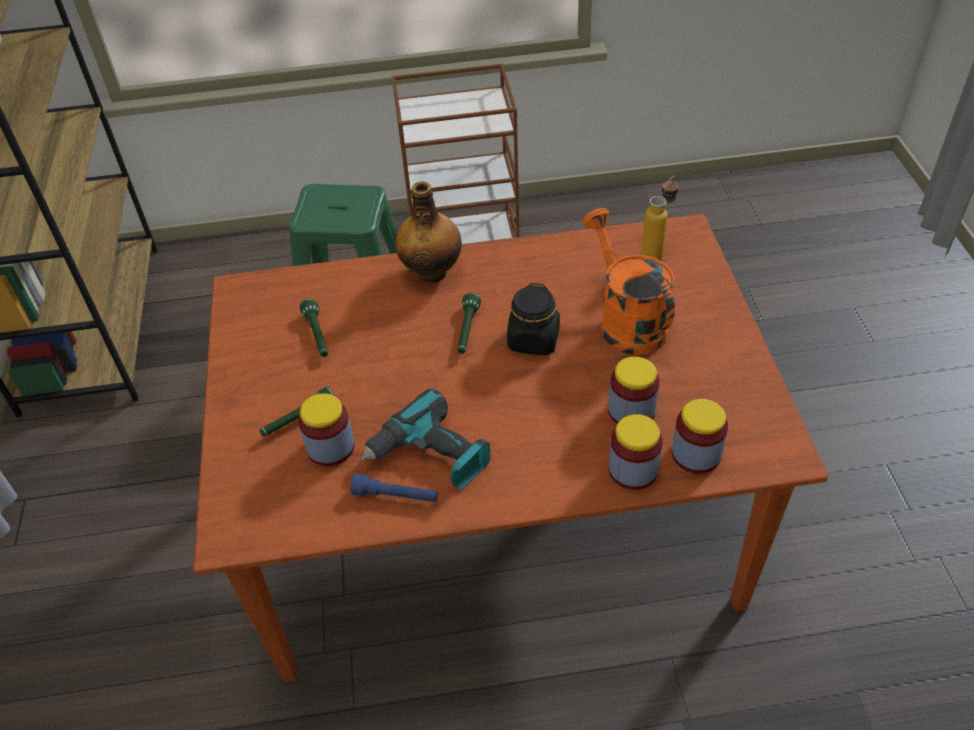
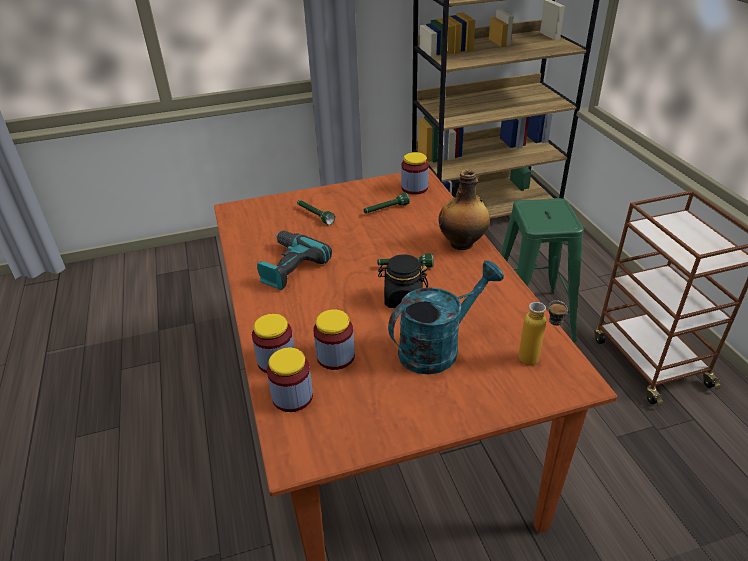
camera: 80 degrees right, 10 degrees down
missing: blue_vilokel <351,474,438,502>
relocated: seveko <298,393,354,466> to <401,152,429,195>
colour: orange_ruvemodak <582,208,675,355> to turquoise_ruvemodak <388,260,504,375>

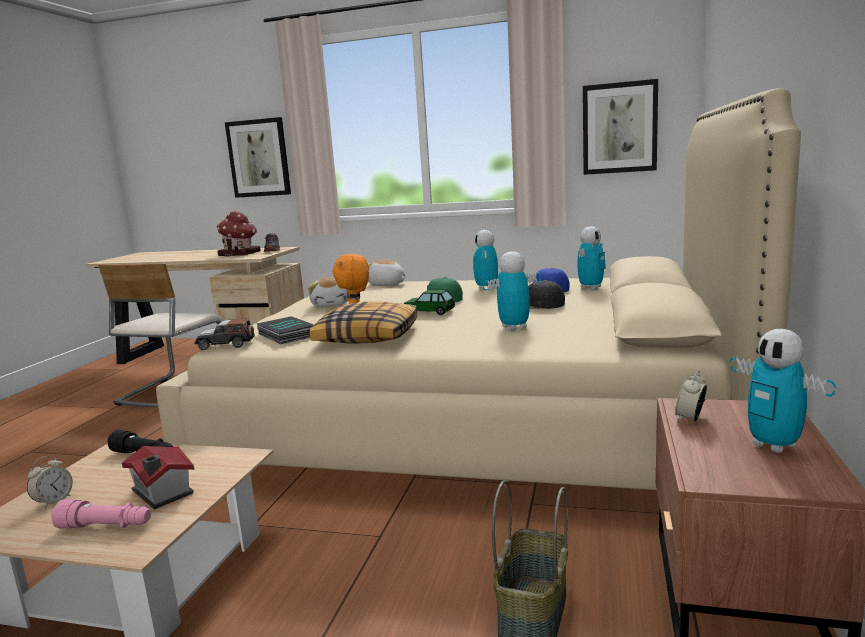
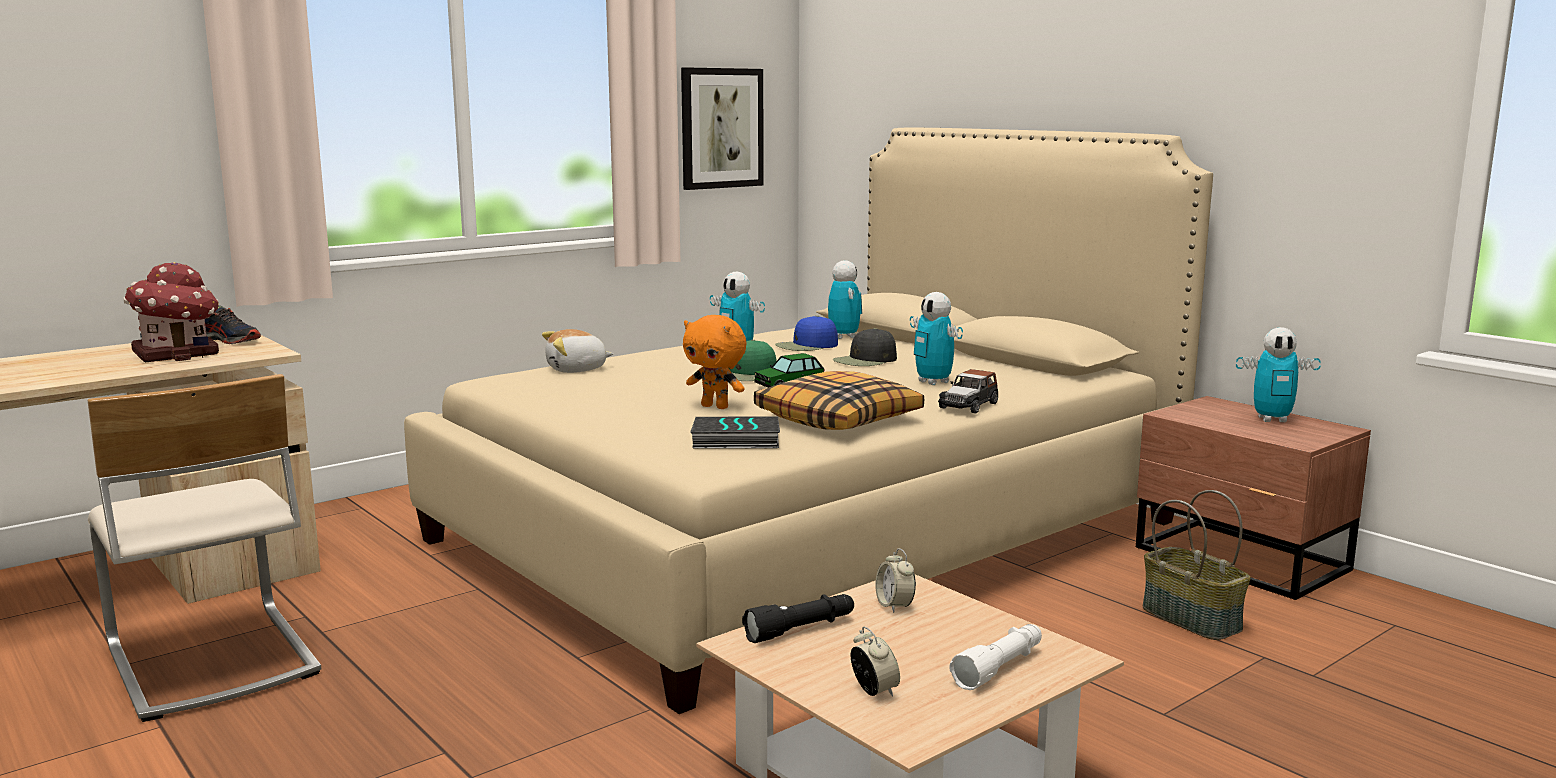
camera: 55 degrees left, 0 degrees up
missing: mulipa <122,446,195,509>; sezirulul <225,117,291,198>; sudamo <308,277,348,307>
relocated: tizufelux <675,371,707,422> to <875,548,916,613>; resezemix <194,319,254,350> to <938,369,998,414>
colour: pink_vilokel <51,499,151,528> to white_vilokel <949,624,1042,690>
spun: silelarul <483,251,541,330> = <910,292,963,385> 45 degrees counterclockwise

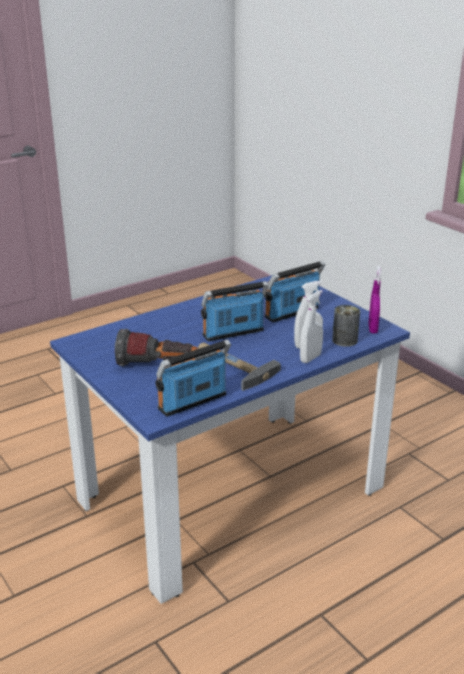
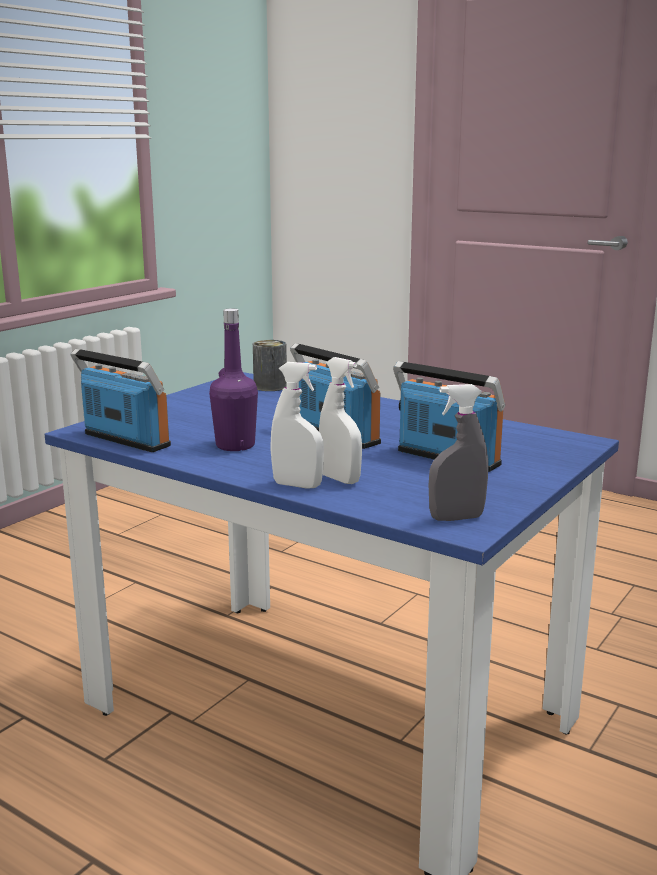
camera: 70 degrees right, 10 degrees down
missing: vilokel <115,329,198,366>
relocated: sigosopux <332,305,360,347> to <253,340,287,391>
exchanged: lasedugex <198,342,281,391> to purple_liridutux <209,308,258,451>
colour: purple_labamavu <368,266,381,333> to grey_labamavu <429,384,488,521>

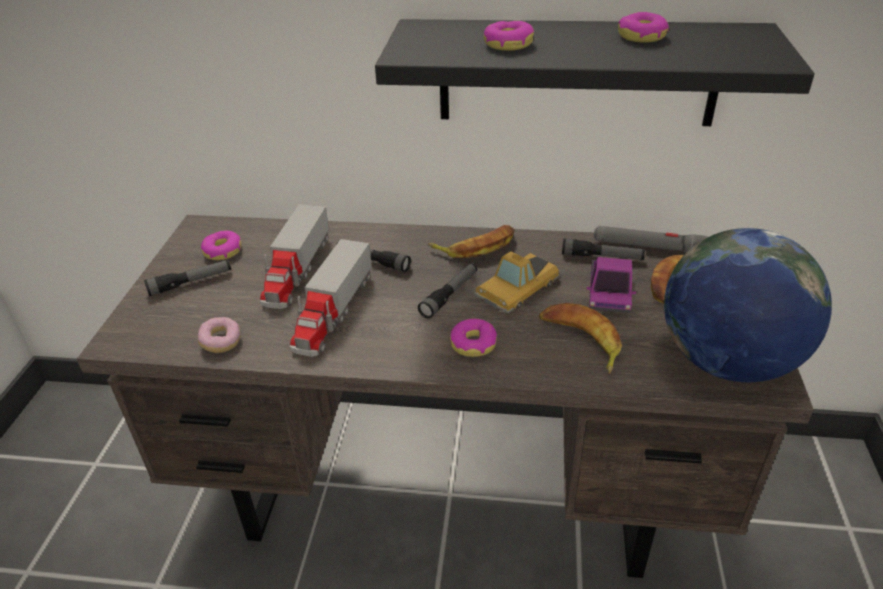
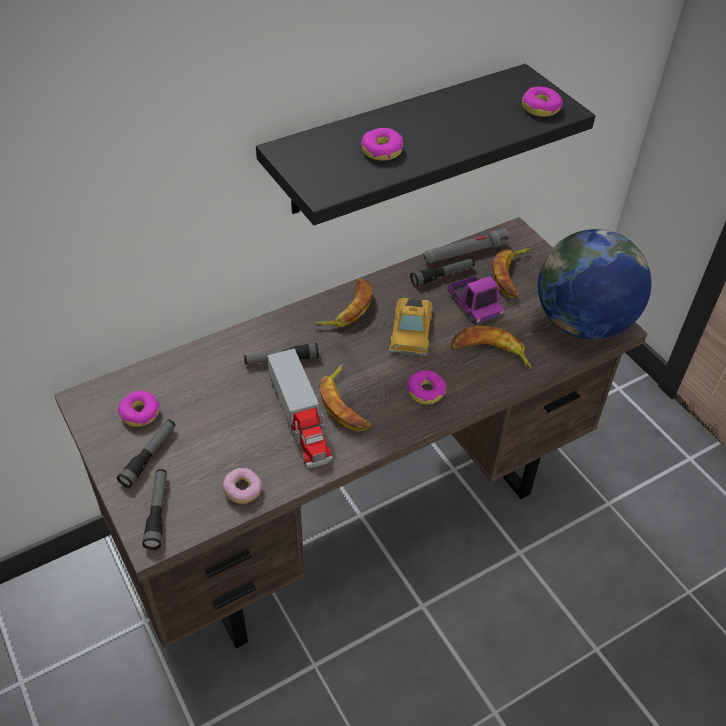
camera: 40 degrees left, 10 degrees up
missing: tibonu <260,204,329,309>
appeared: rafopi <320,364,371,431>
relocated: vilokel <418,263,477,318> to <142,469,167,550>; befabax <618,12,669,43> to <522,86,563,117>

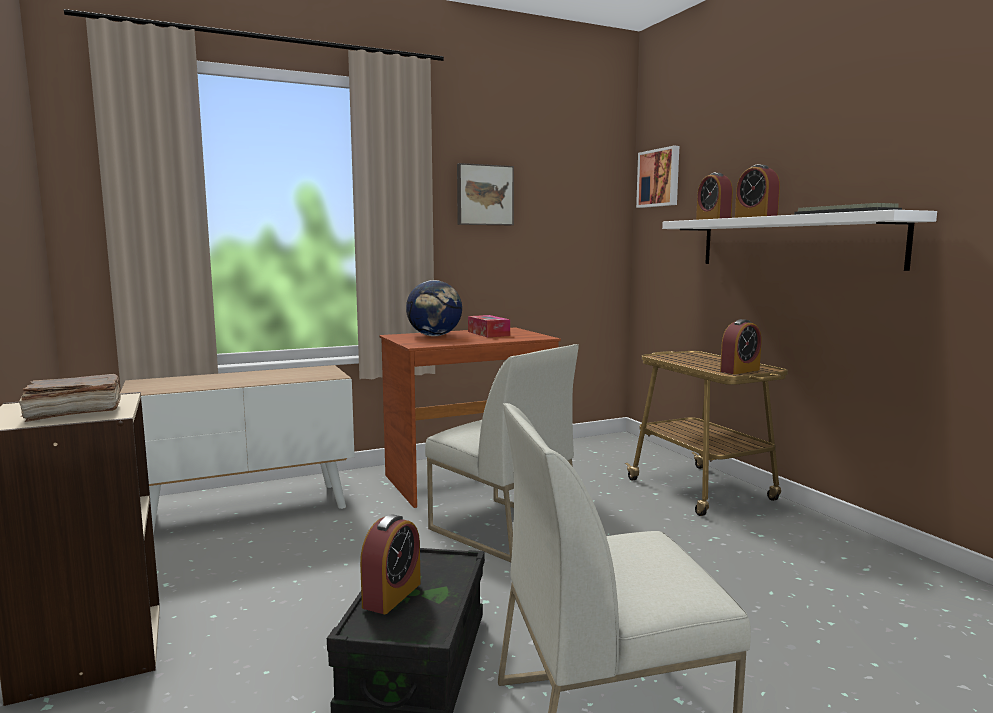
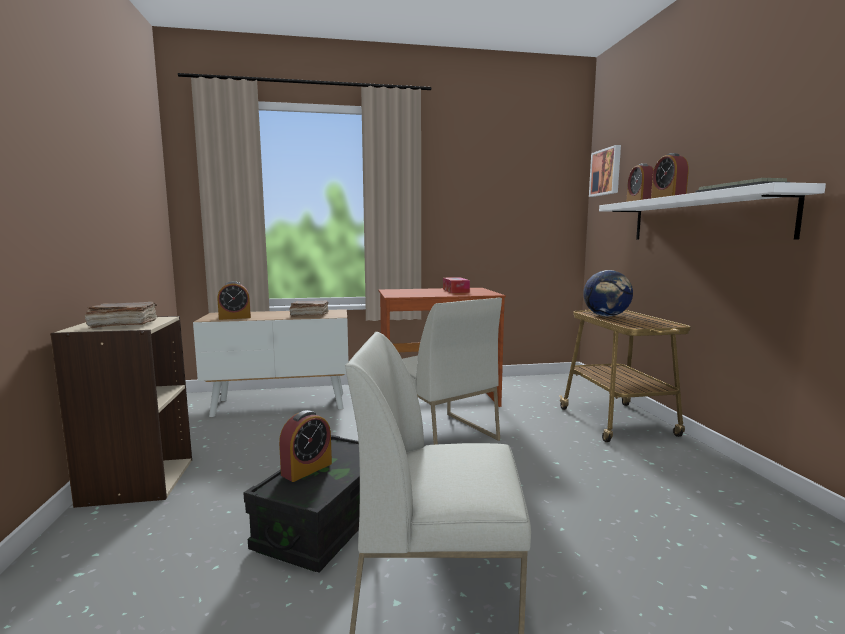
camera: 15 degrees right, 0 degrees up
missing: sezirulul <457,163,514,225>
appeared: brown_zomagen <289,301,329,317>
relocated: tizufelux <720,319,761,374> to <217,281,251,320>; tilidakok <406,280,462,336> to <583,270,633,317>

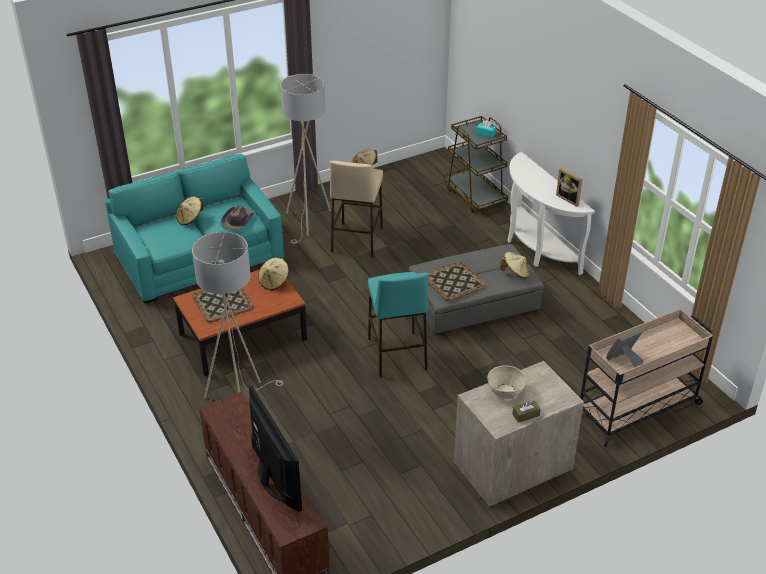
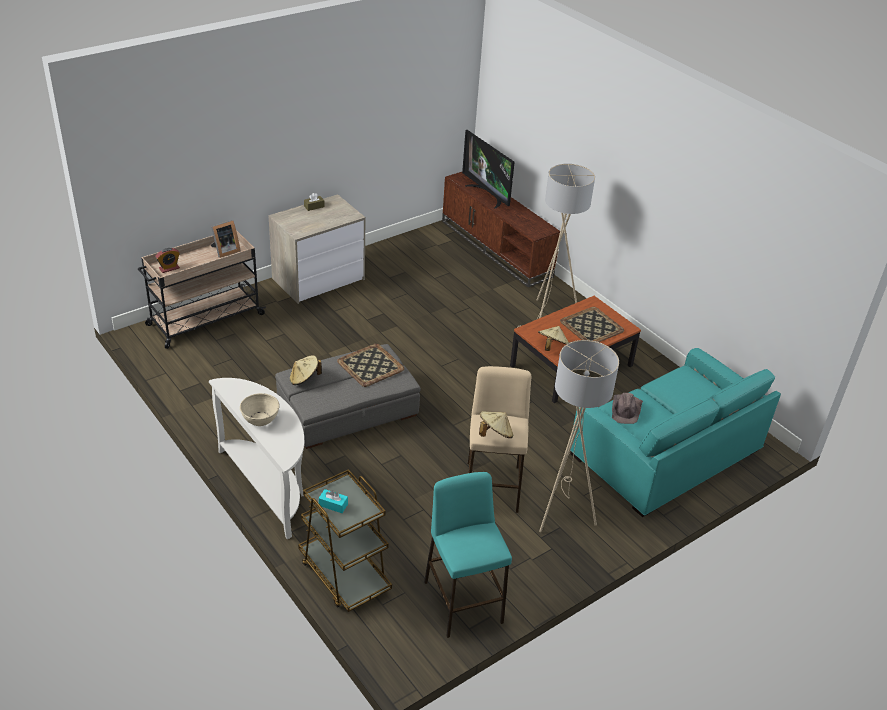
camera: 170 degrees right, 0 degrees up
missing: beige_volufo <176,197,204,226>; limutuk <556,168,583,207>
appeared: tizufelux <155,248,180,273>
relocated: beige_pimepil <487,365,527,399> to <240,393,280,426>; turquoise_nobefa <368,272,429,377> to <424,472,512,638>

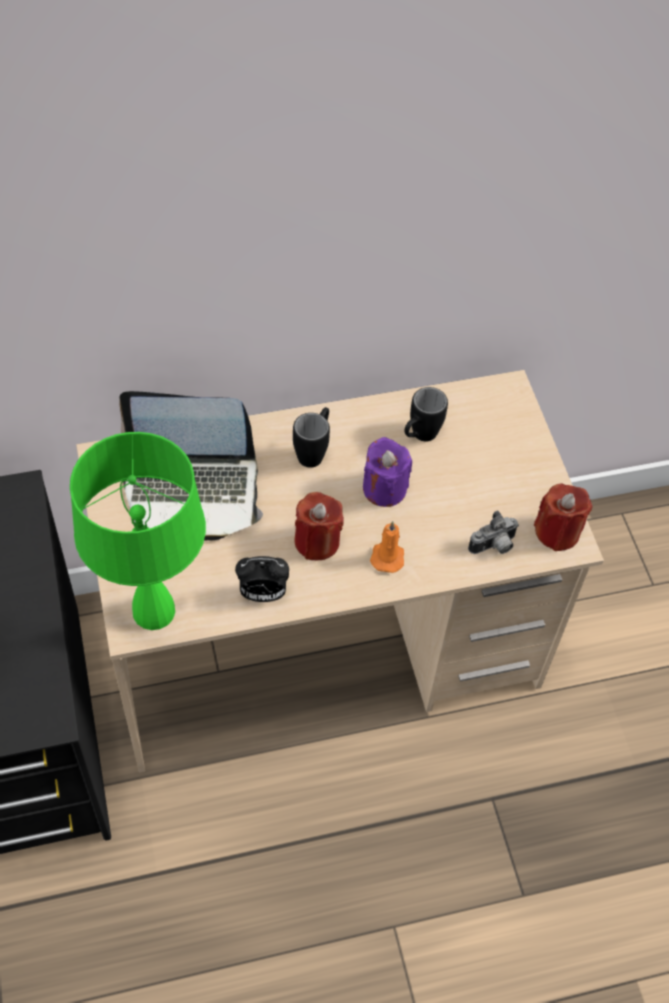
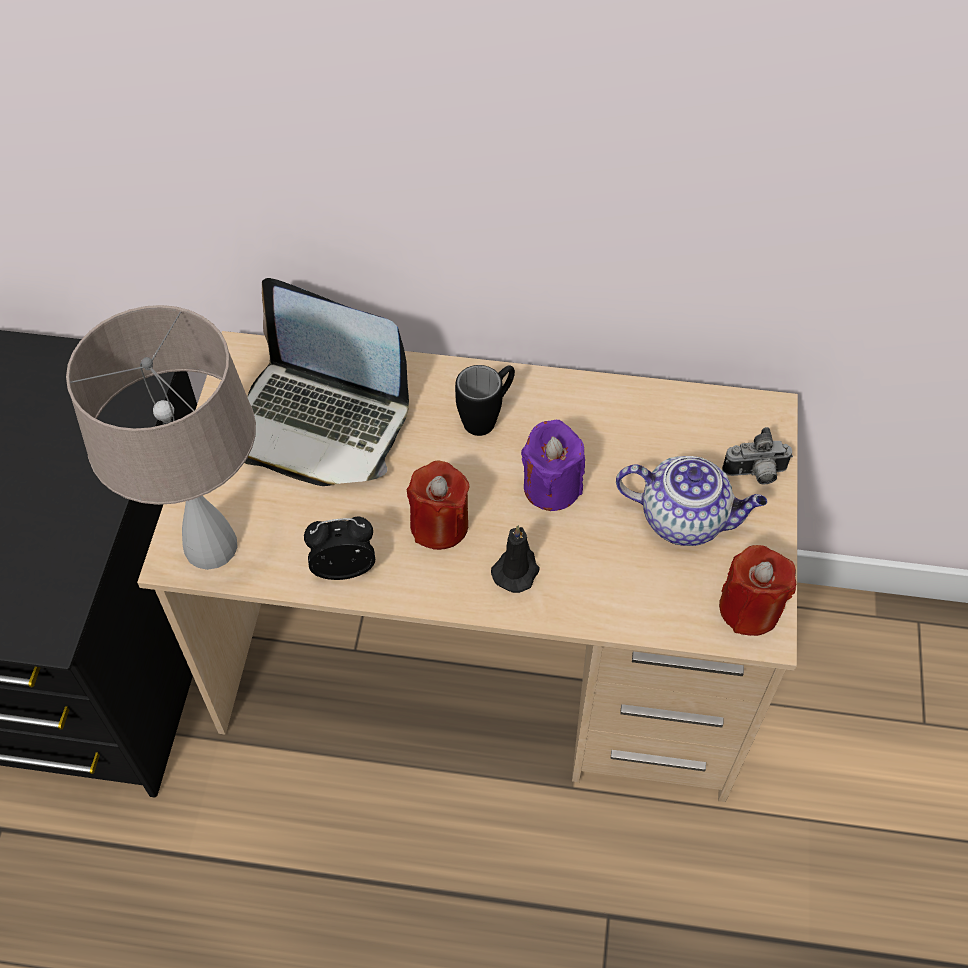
camera: 25 degrees right, 0 degrees up
missing: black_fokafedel <404,387,448,442>
appeared: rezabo <616,456,767,546>
relocated: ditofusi <468,510,519,554> to <722,427,793,484>
colour: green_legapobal <70,432,206,630> to beige_legapobal <66,305,256,570>; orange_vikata <370,521,404,573> to black_vikata <491,525,540,593>
spun: tizufelux <235,556,289,602> = <304,516,375,580> 150 degrees clockwise

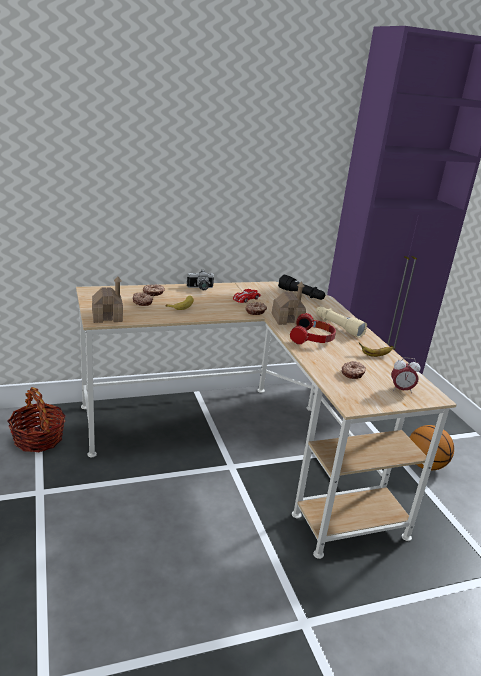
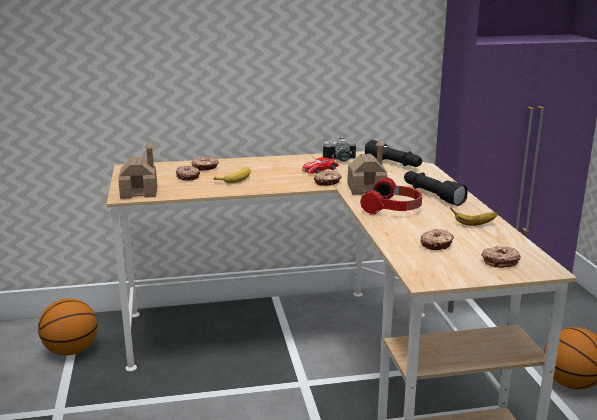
camera: 10 degrees right, 5 degrees down
relocated: ditofusi <187,269,214,290> to <323,137,356,162>
exchanged: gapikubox <7,387,66,452> to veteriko <38,298,97,355>; tizufelux <391,357,420,393> to befabax <481,246,521,268>
colour: beige_vilokel <316,306,367,338> to black_vilokel <404,171,468,206>

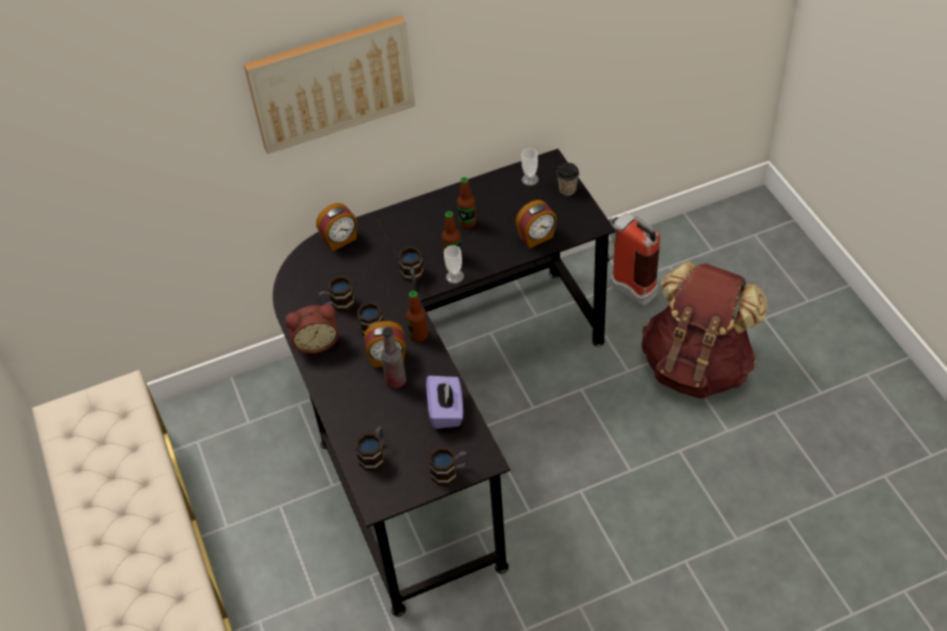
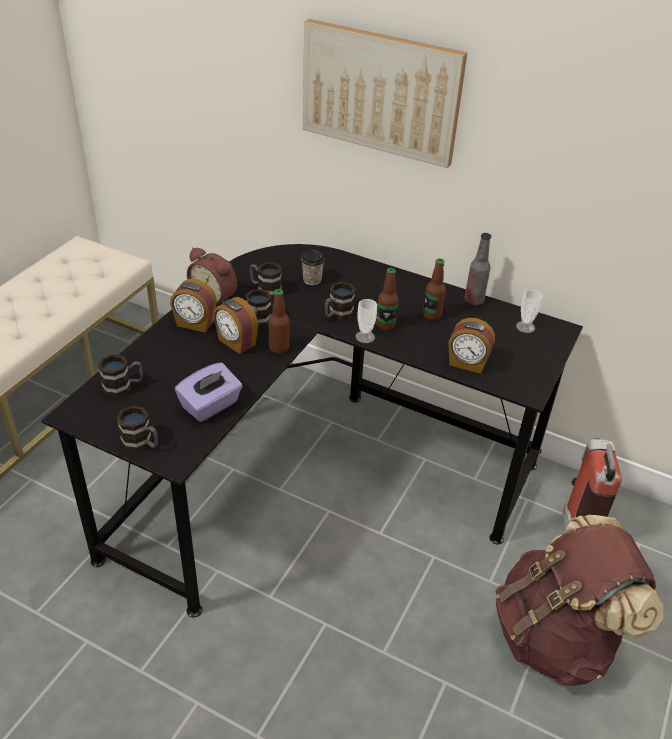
camera: 45 degrees right, 10 degrees down
relocated: tizufelux <316,203,357,252> to <170,279,217,333>; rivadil <556,163,579,195> to <301,250,325,285>; liridutux <381,328,406,388> to <464,233,491,306>

